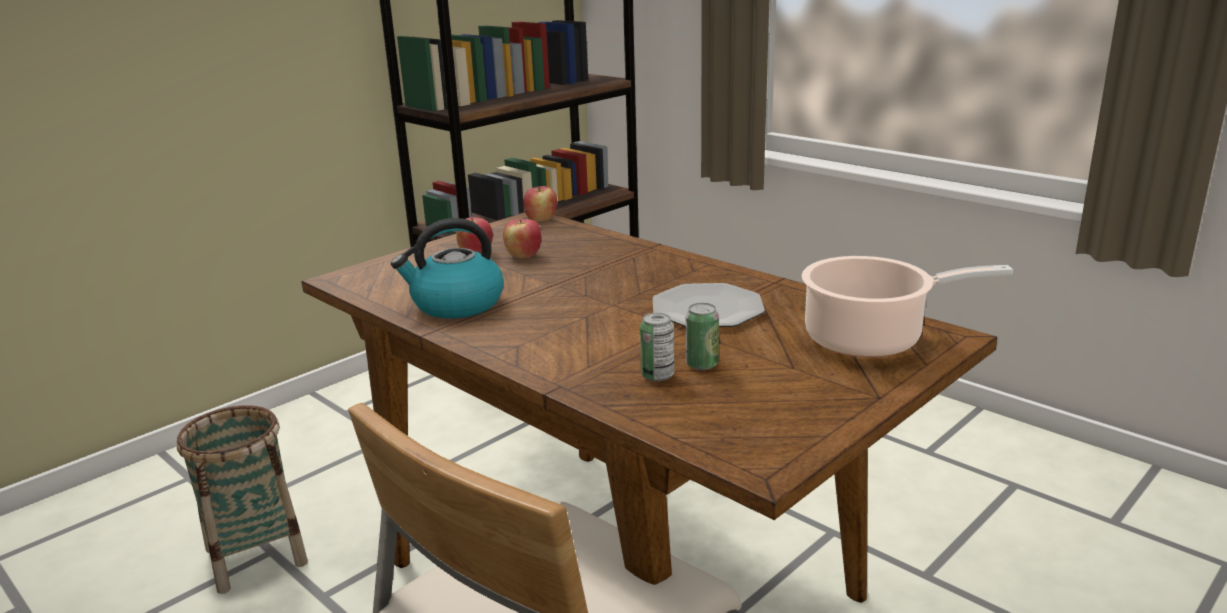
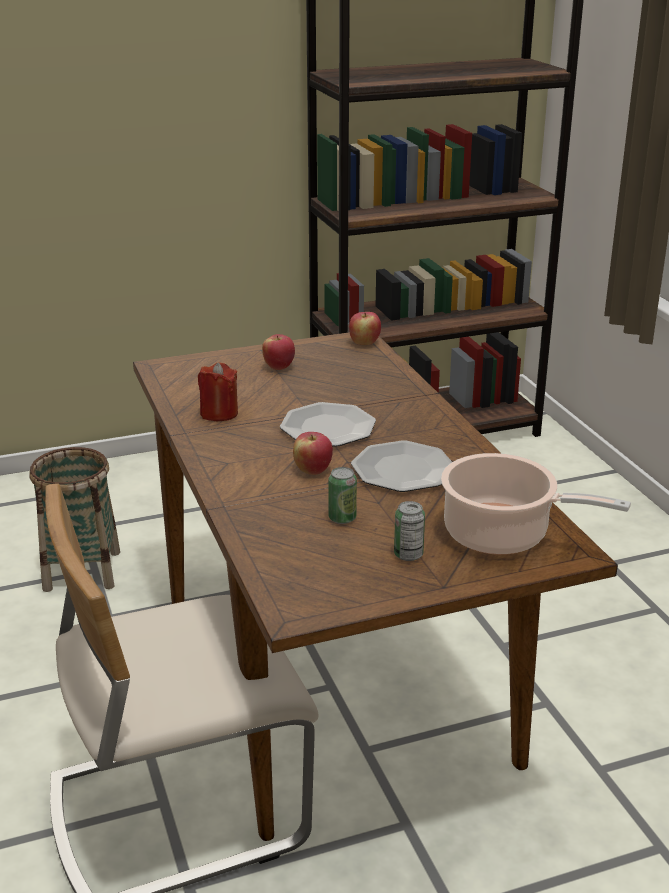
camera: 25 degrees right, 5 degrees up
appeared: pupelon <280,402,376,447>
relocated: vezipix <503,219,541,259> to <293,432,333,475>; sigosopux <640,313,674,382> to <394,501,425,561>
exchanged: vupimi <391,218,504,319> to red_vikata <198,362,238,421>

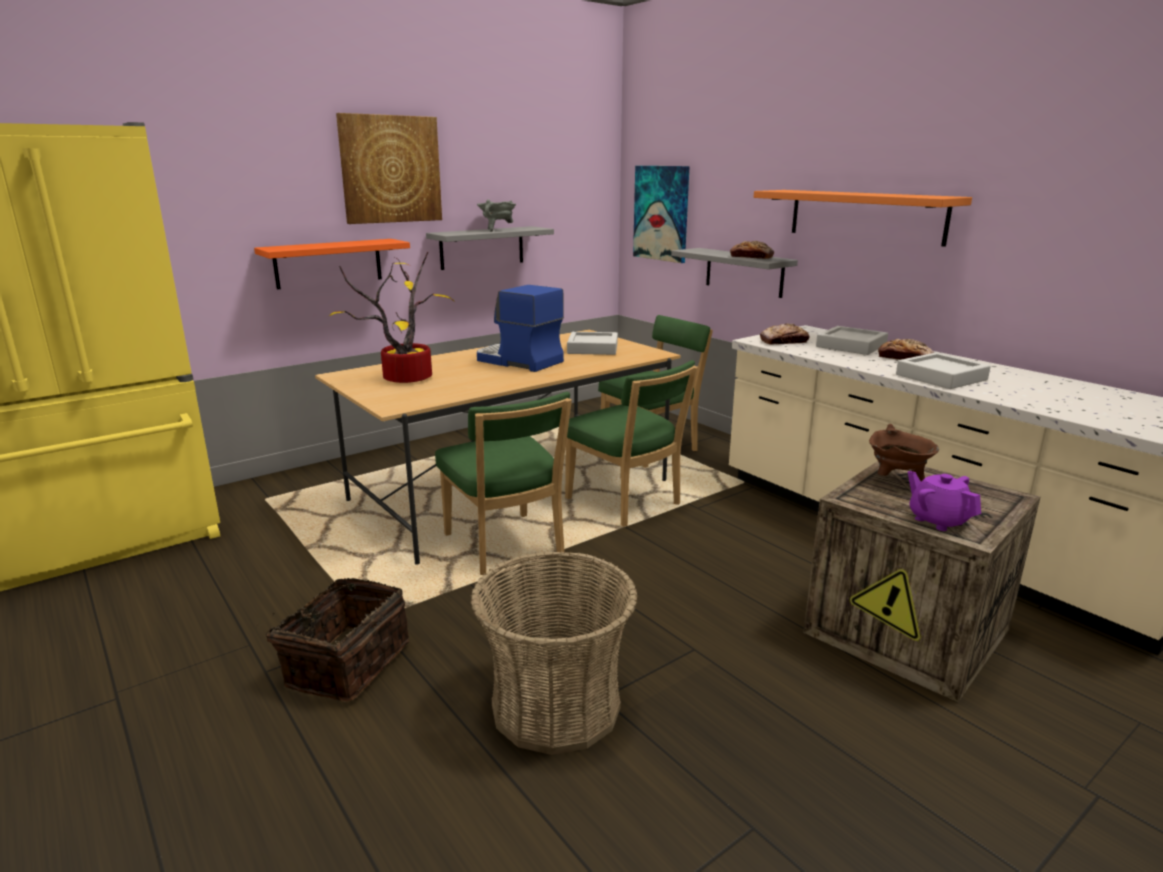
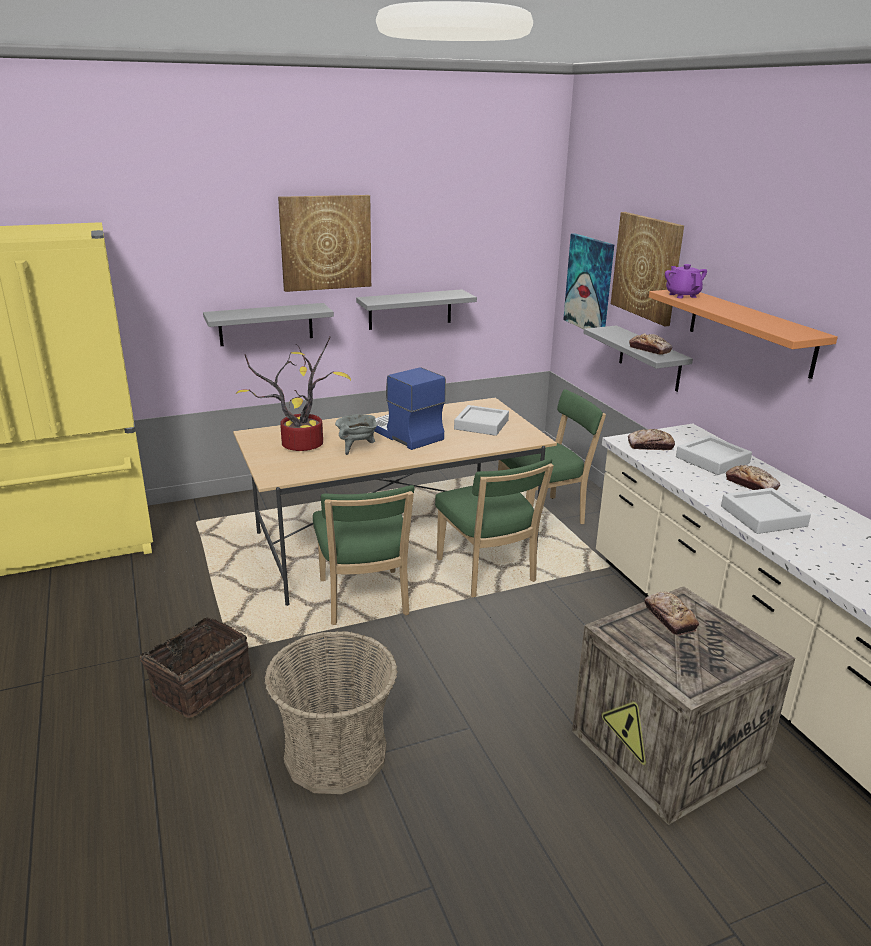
camera: 15 degrees right, 5 degrees up
appeared: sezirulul <611,212,684,326>
relocated: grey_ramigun <477,199,516,232> to <335,414,377,455>; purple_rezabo <908,471,981,531> to <665,264,707,299>
exchanged: brown_ramigun <869,424,939,481> to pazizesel <644,592,699,635>
colour: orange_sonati <254,239,410,289> to grey_sonati <203,303,334,346>

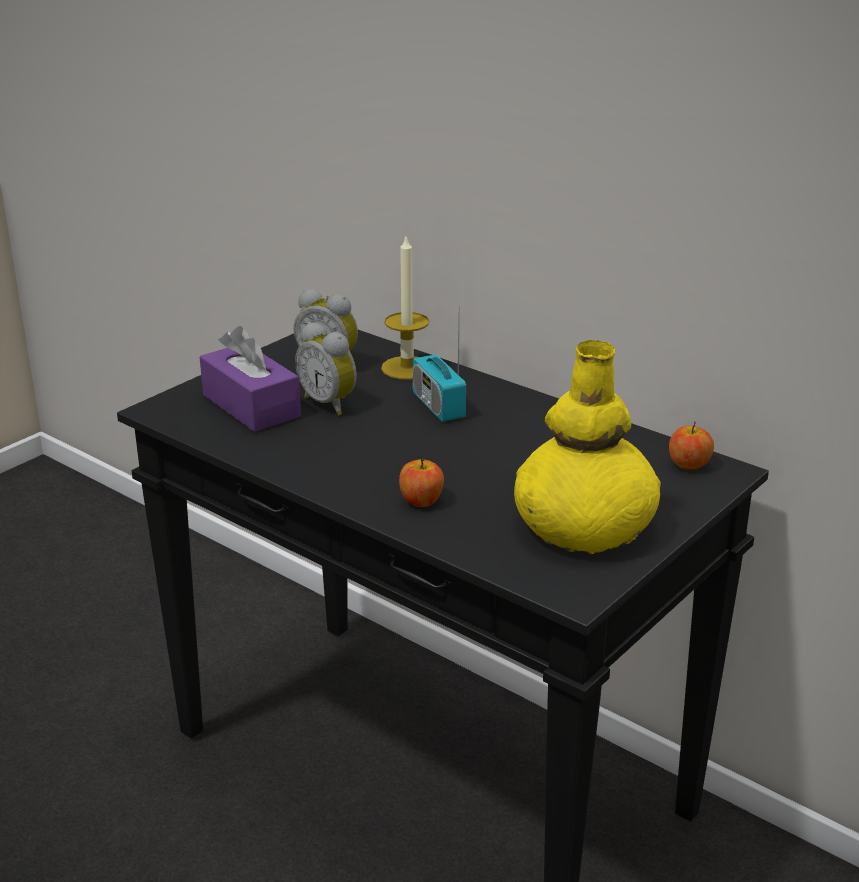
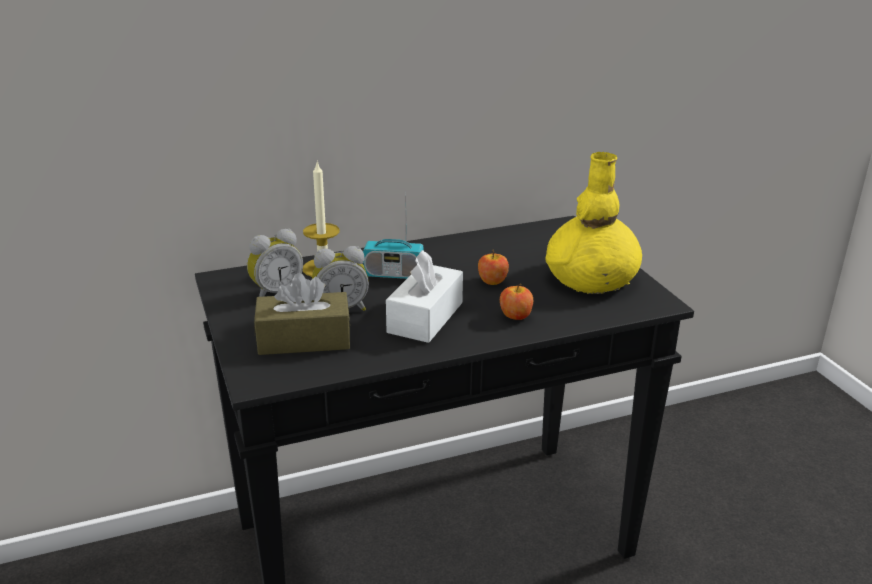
camera: 60 degrees left, 0 degrees up
appeared: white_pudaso <386,250,463,343>
relocated: vezipix <669,421,714,470> to <478,250,509,285>
colour: purple_pudaso <200,326,301,432> to brown_pudaso <254,273,350,355>

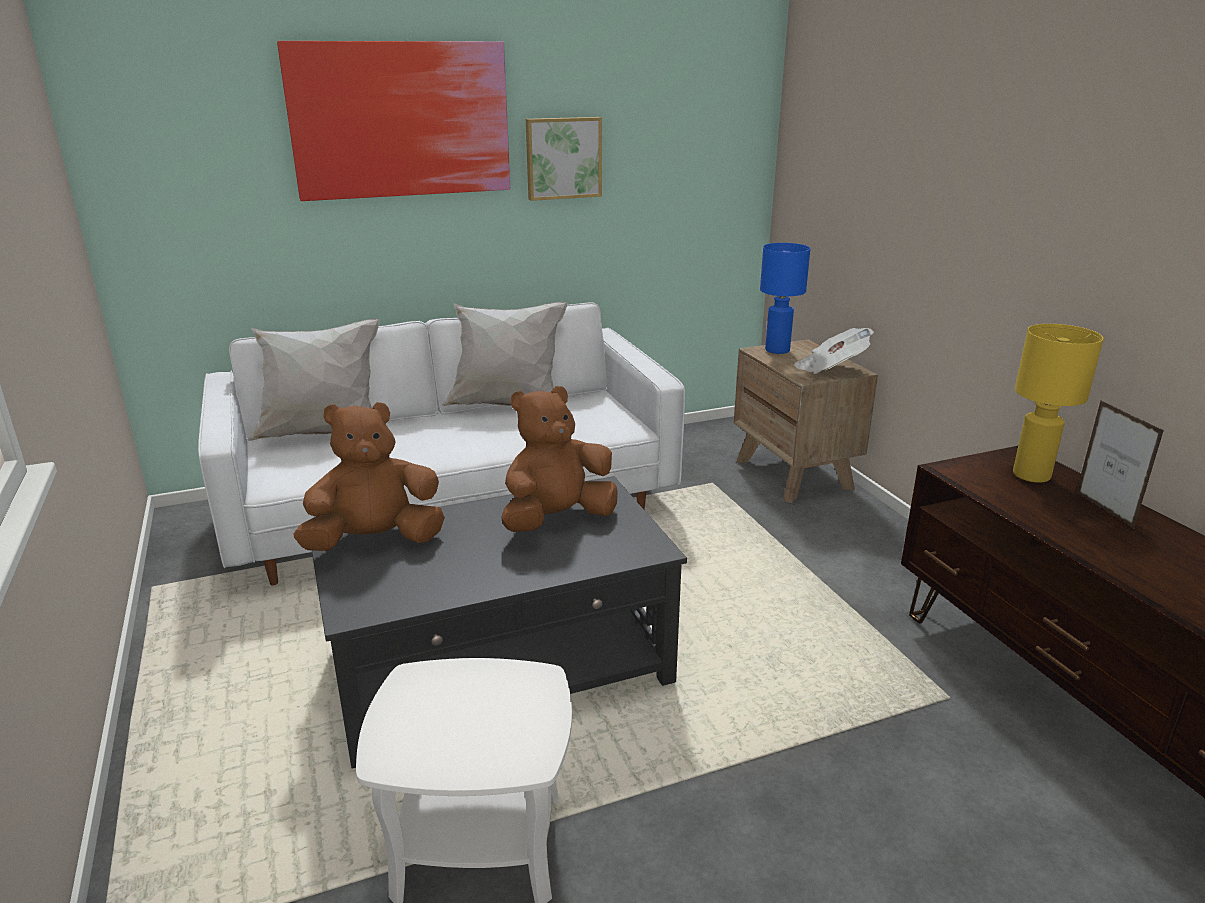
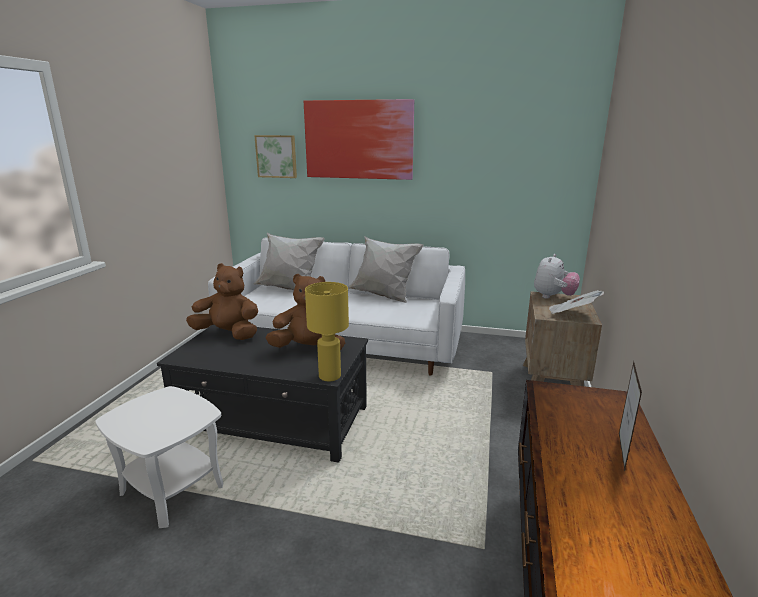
camera: 35 degrees right, 5 degrees down
relocated: sezirulul <526,117,602,201> to <254,135,297,178>; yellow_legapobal <1013,324,1104,483> to <305,282,349,381>
exchanged: blue_legapobal <760,243,810,354> to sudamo <534,254,580,299>

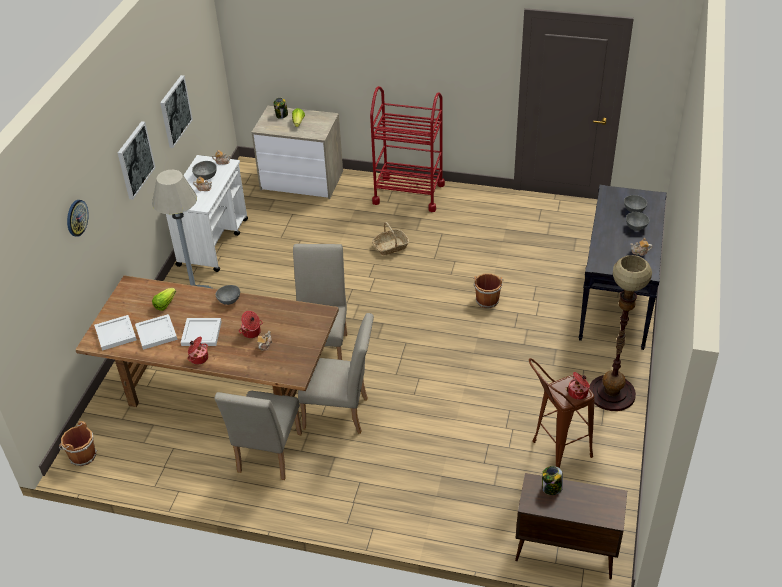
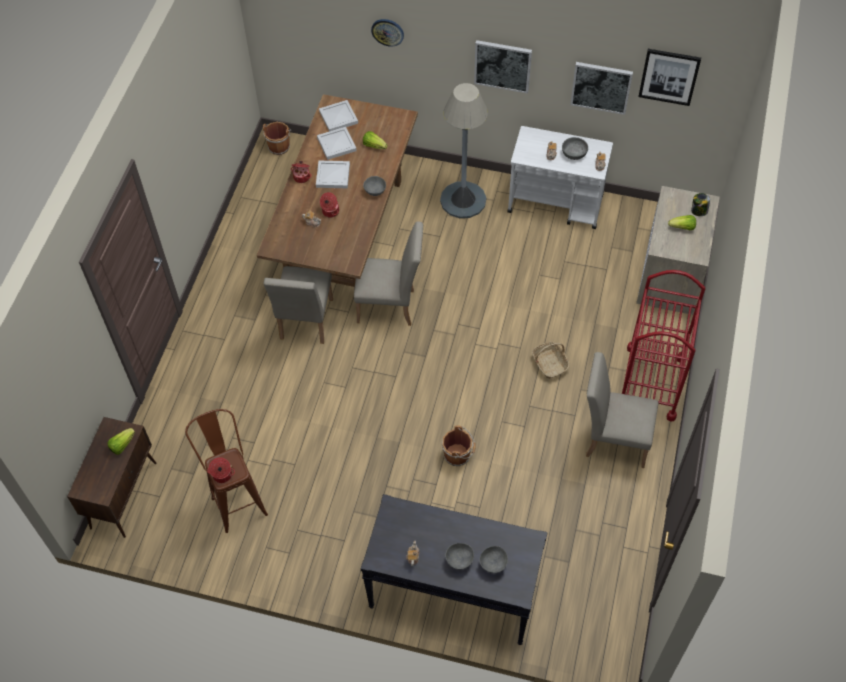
camera: 90 degrees right, 15 degrees up
missing: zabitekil <589,255,652,411>
appeared: sezirulul <638,49,701,106>
relocated: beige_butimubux <214,391,302,480> to <586,352,658,468>
exchanged: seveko <542,466,563,495> to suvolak <107,428,135,455>

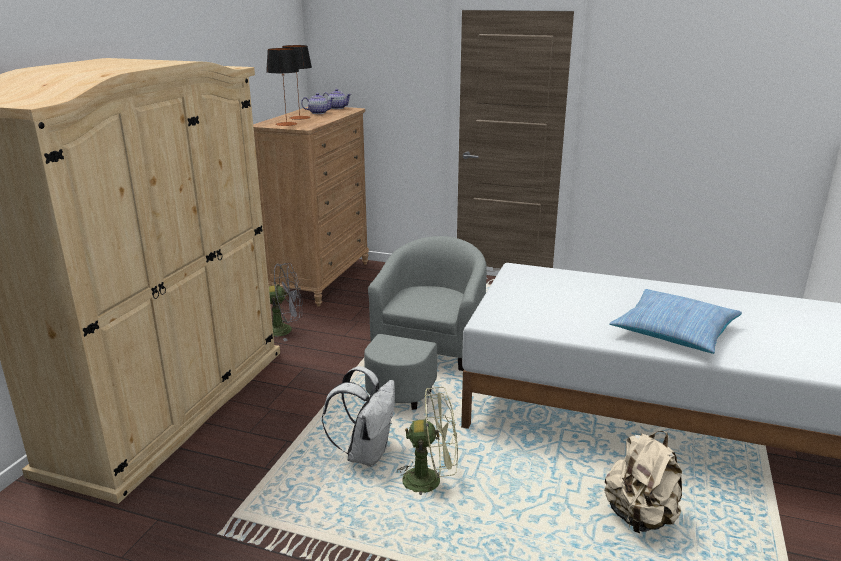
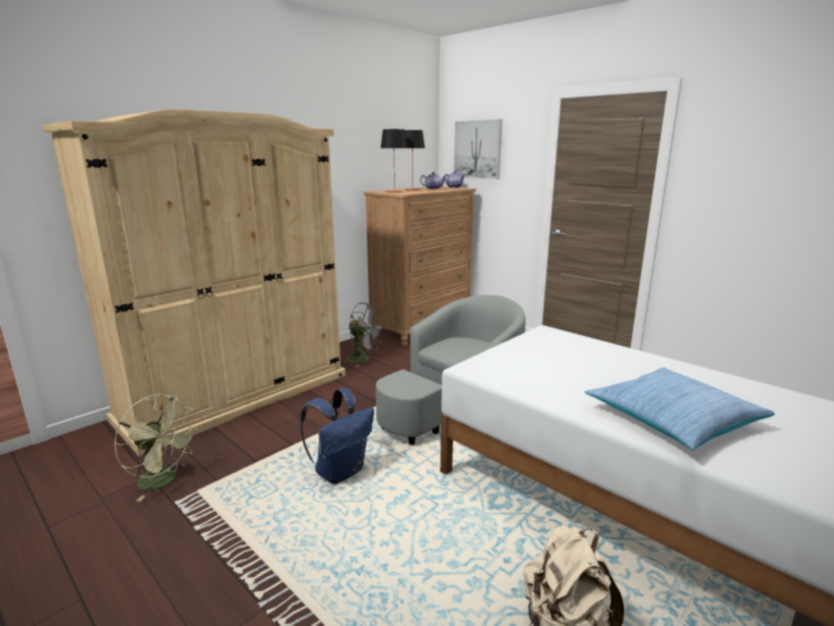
camera: 25 degrees right, 5 degrees down
appeared: sezirulul <454,119,502,180>
relocated: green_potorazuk <397,387,458,495> to <114,395,199,501>
colour: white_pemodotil <322,366,395,467> to blue_pemodotil <300,388,374,484>

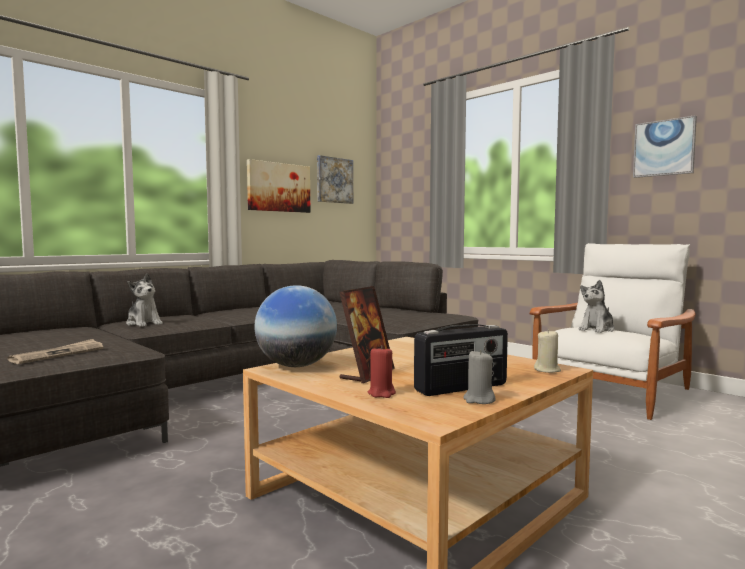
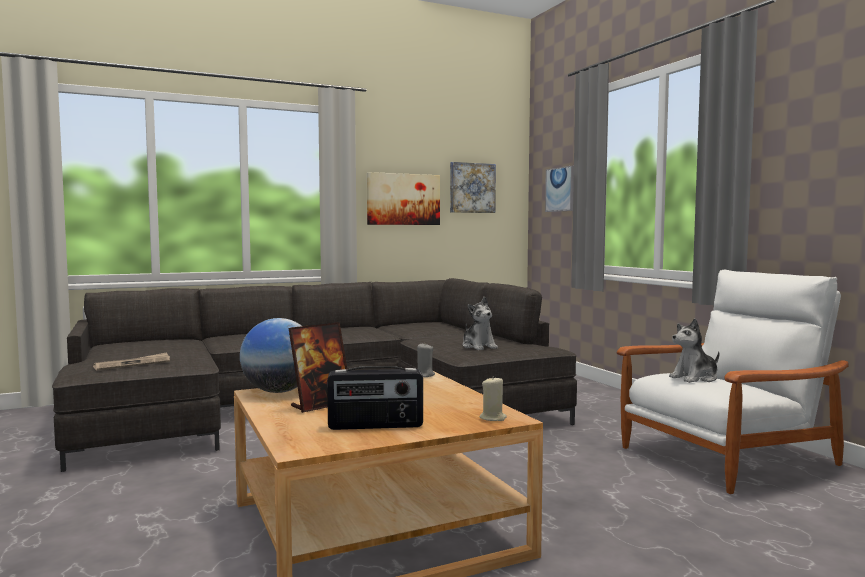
camera: 20 degrees right, 0 degrees up
missing: red_vikata <368,345,396,398>
relocated: grey_vikata <463,350,496,404> to <417,343,435,377>; sudamo <126,273,163,327> to <463,297,498,350>; sezirulul <633,115,697,178> to <545,166,574,212>

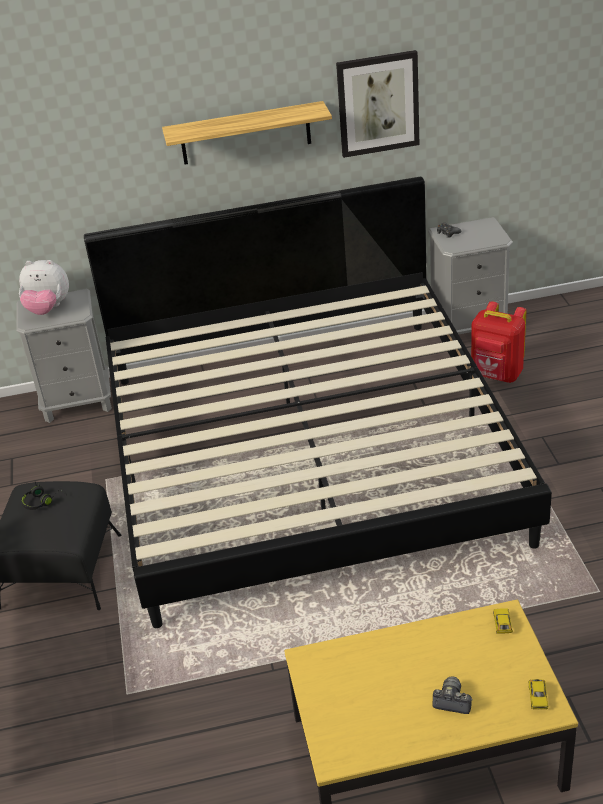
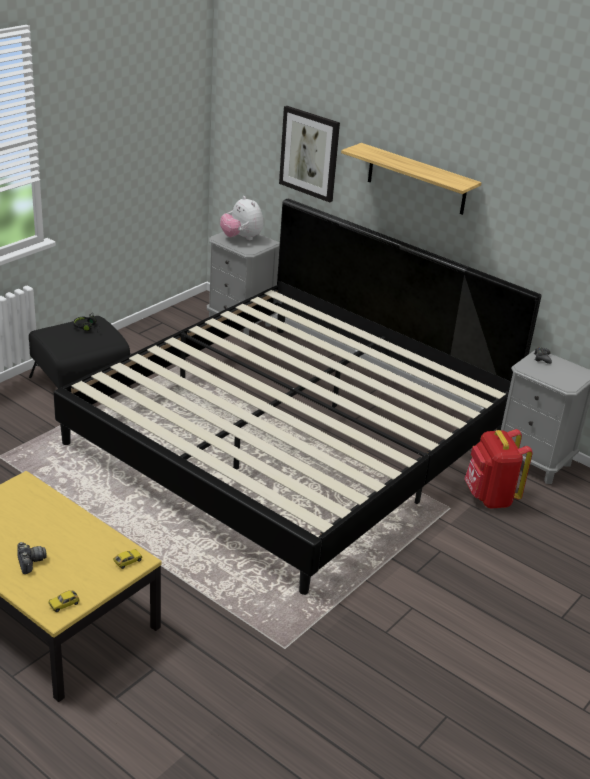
camera: 45 degrees right, 5 degrees down
relocated: sezirulul <336,50,419,158> to <279,106,340,203>

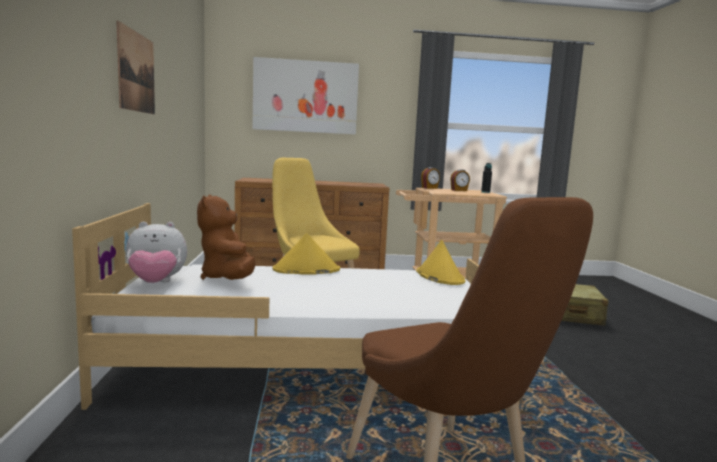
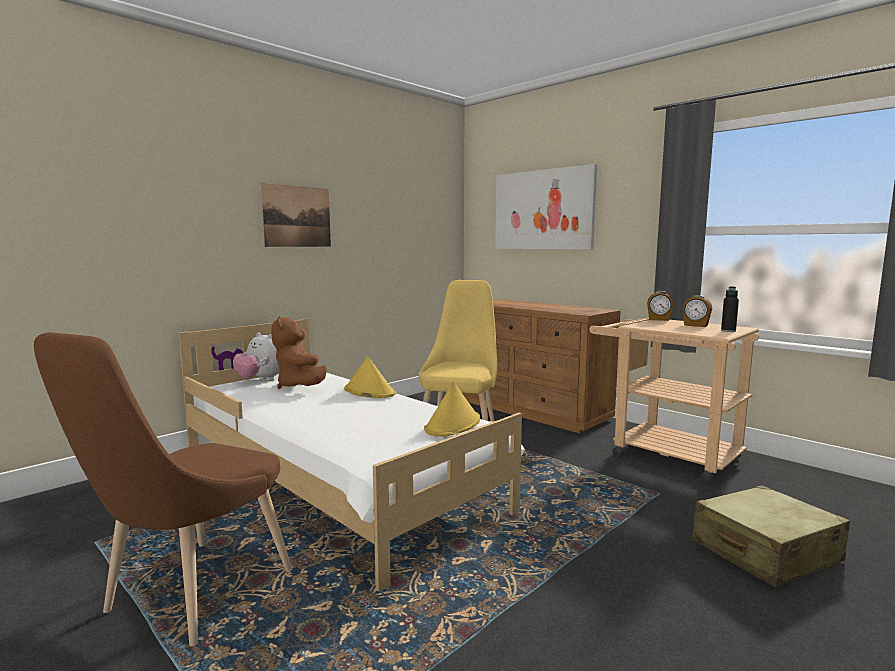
camera: 50 degrees right, 0 degrees up
spun: brown_sudamo <197,195,255,280> = <271,316,327,389> 60 degrees counterclockwise

